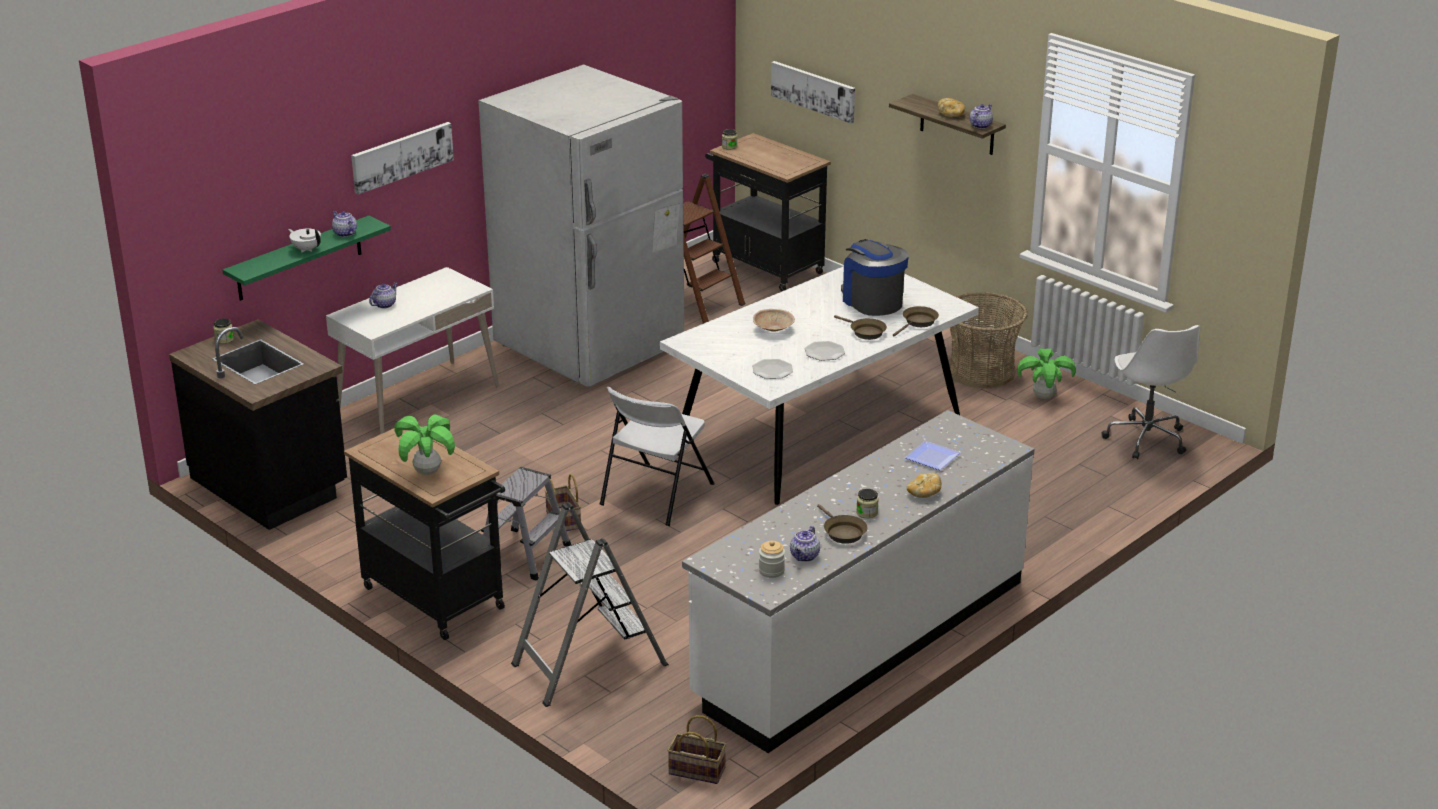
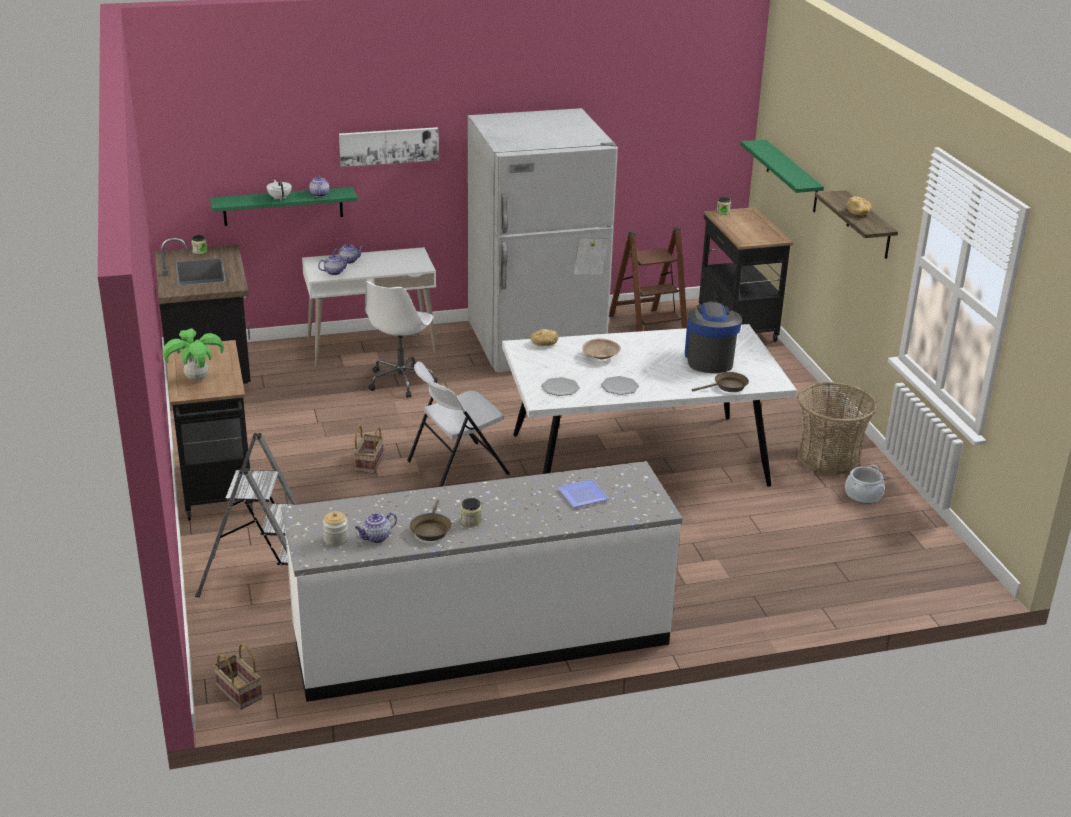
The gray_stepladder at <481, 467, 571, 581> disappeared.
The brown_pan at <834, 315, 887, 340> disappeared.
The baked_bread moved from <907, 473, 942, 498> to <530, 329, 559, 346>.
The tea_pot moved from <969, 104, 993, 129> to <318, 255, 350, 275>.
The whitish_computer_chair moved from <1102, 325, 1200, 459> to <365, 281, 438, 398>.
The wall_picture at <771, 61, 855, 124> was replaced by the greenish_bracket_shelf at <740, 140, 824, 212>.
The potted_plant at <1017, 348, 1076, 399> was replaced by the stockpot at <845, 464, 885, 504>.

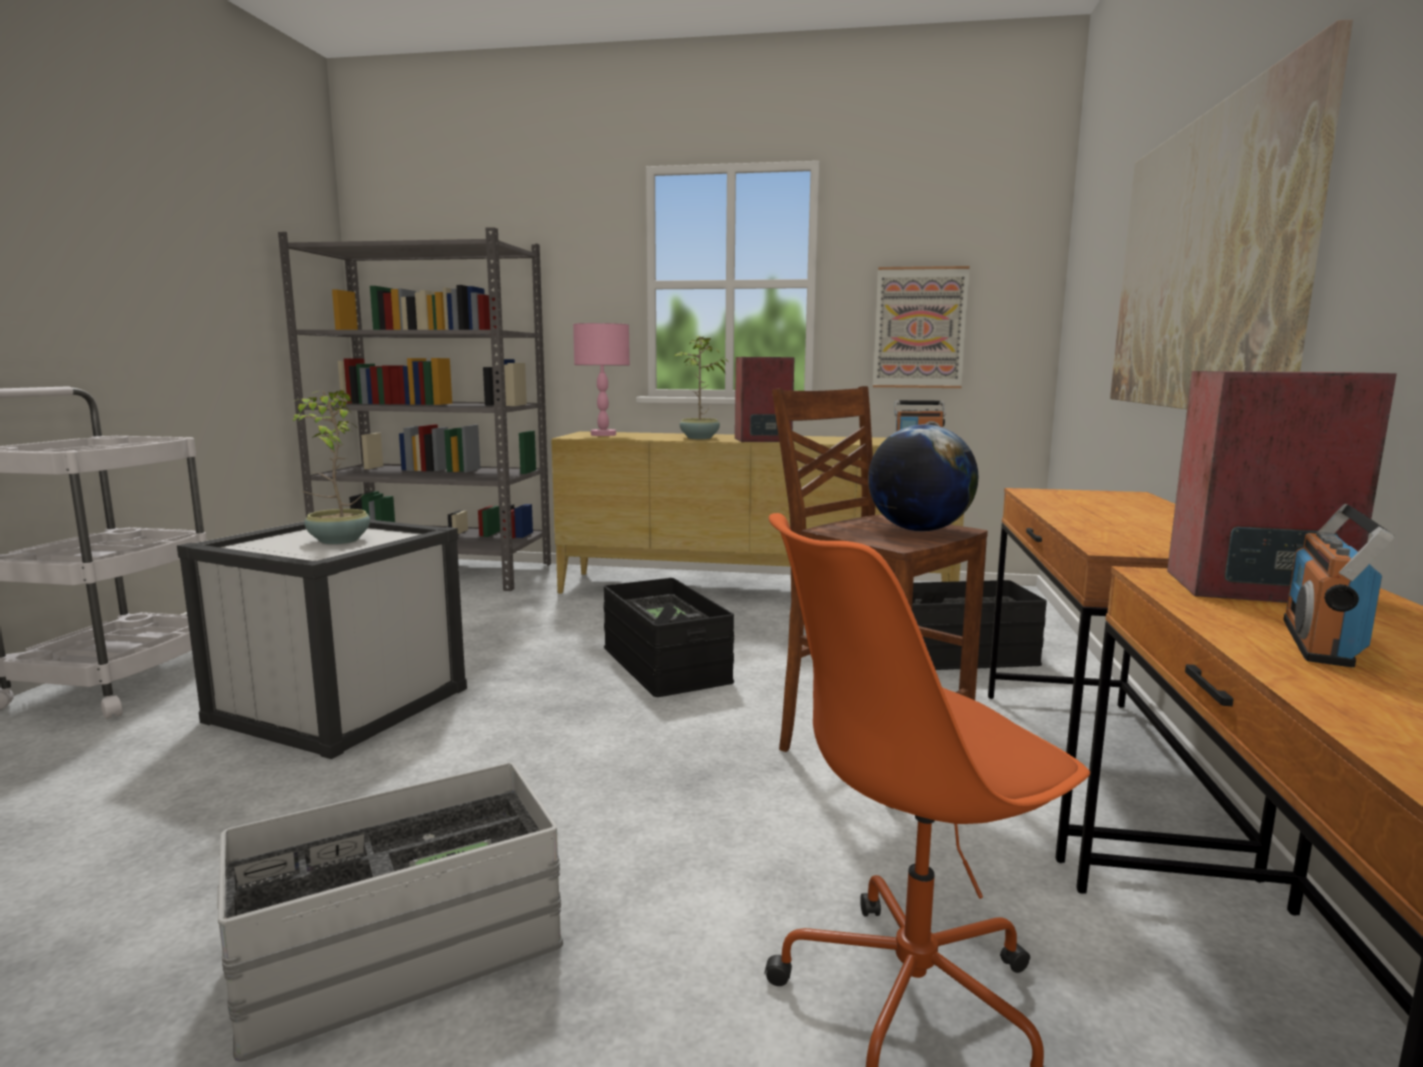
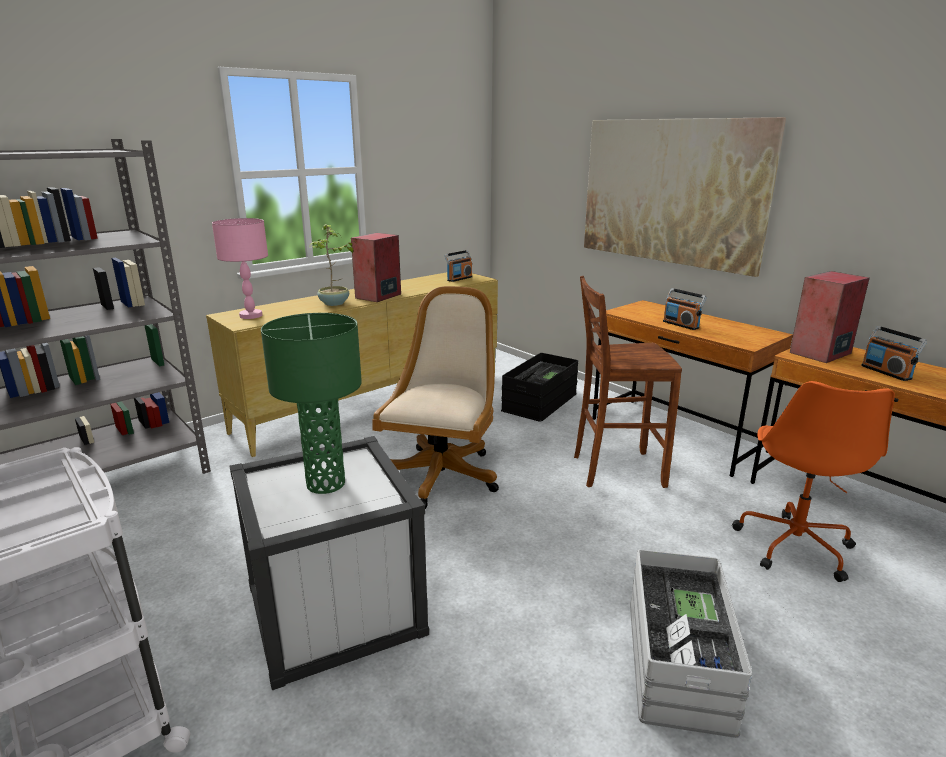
The globe at <868, 424, 978, 531> disappeared.
The wall_picture at <873, 266, 970, 388> disappeared.
The radio at <663, 288, 706, 330> appeared.
The potted_plant at <292, 390, 370, 544> was replaced by the greenish_tabletop_lamp at <261, 313, 362, 494>.
The blackish_storage_box at <604, 578, 734, 697> was replaced by the computer_chair at <372, 286, 499, 509>.

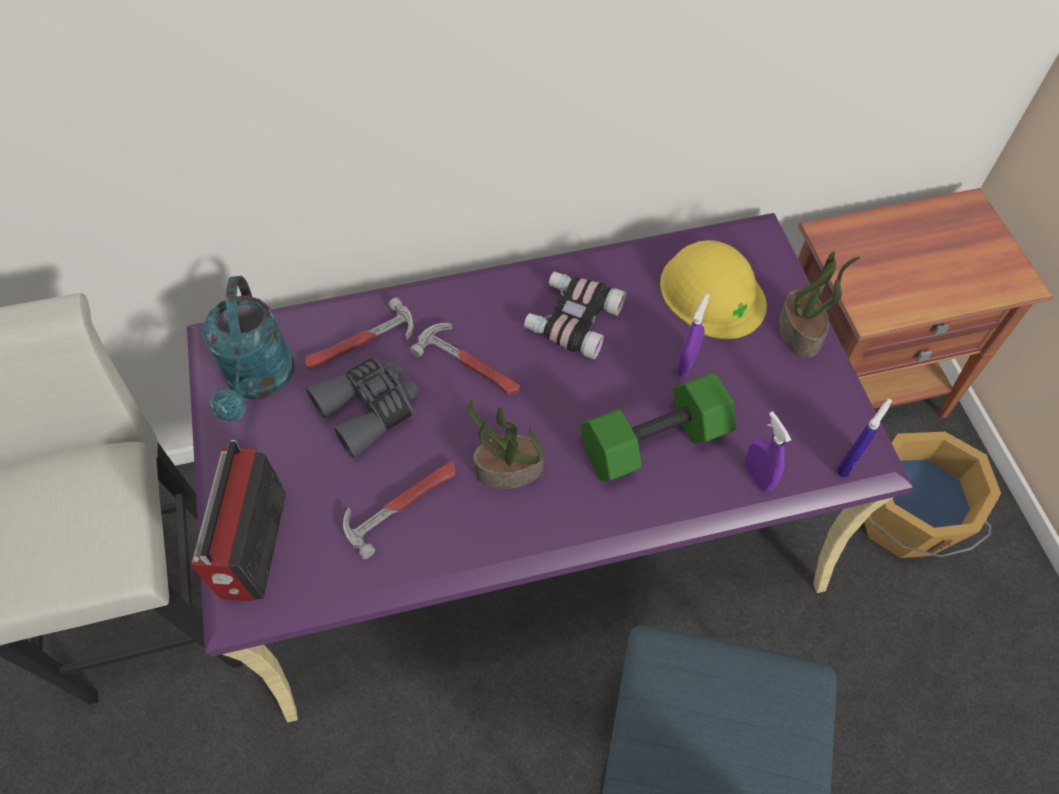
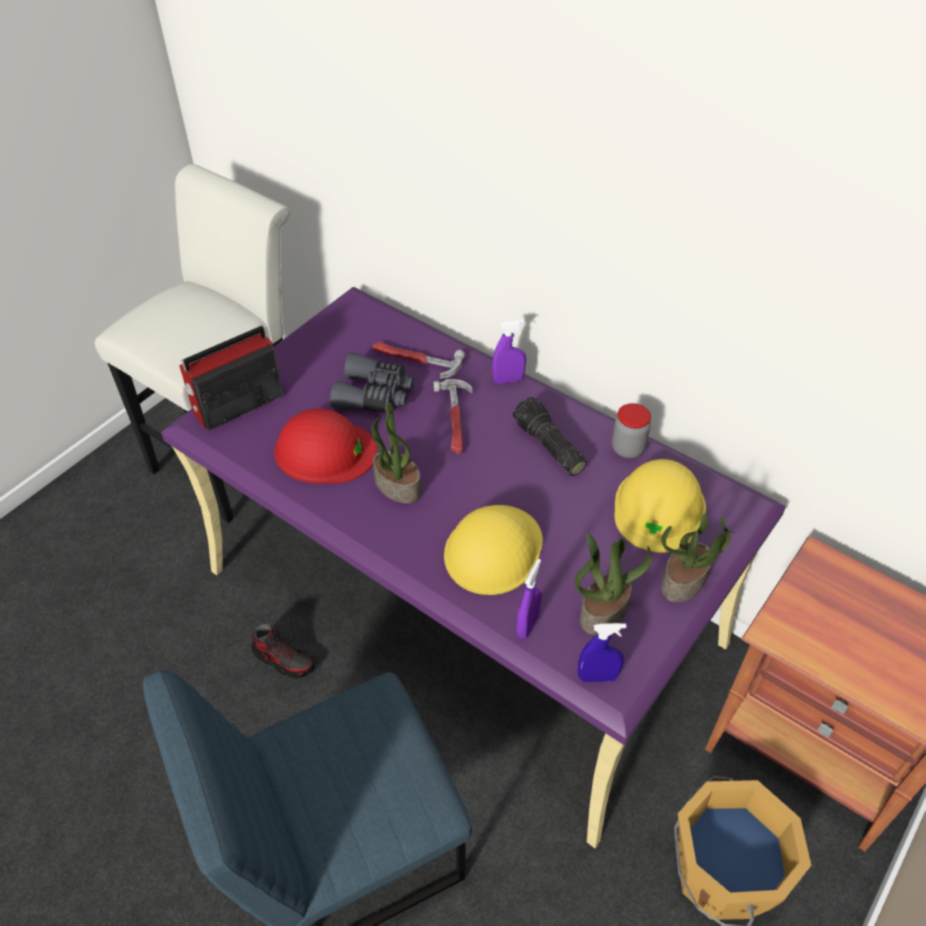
The blue-green_watering_pot at <202, 276, 294, 422> disappeared.
The shoe at <251, 624, 314, 678> appeared.
The potted_plant at <575, 533, 652, 635> appeared.
The jar at <612, 403, 651, 458> appeared.
The purple_sprayer moved from <677, 294, 710, 377> to <492, 320, 526, 384>.
The hand_hammer at <343, 461, 455, 559> was replaced by the reddish_hard_hat at <274, 408, 377, 484>.
The pair_of_binoculars at <524, 272, 626, 359> was replaced by the hand_torch at <513, 397, 587, 476>.
The greenish_hand_weight at <580, 372, 736, 481> was replaced by the yellowish_hard_hat at <444, 505, 543, 595>.

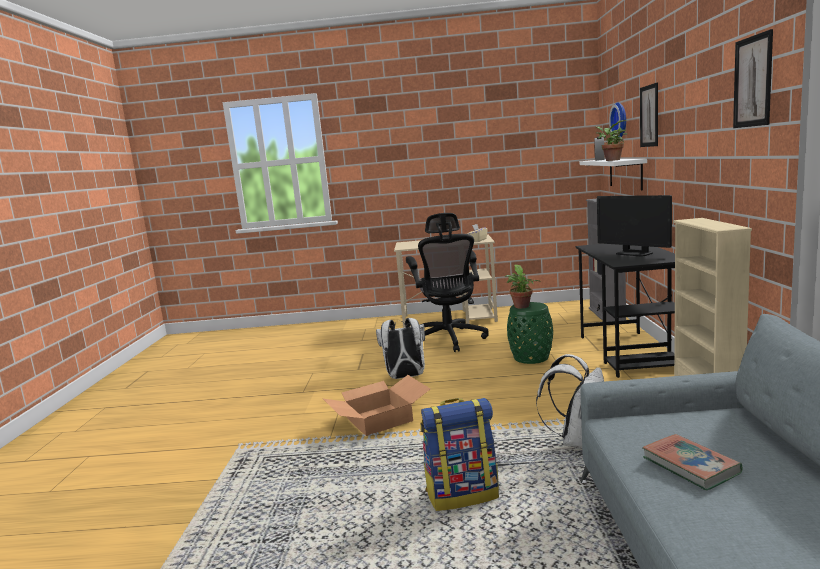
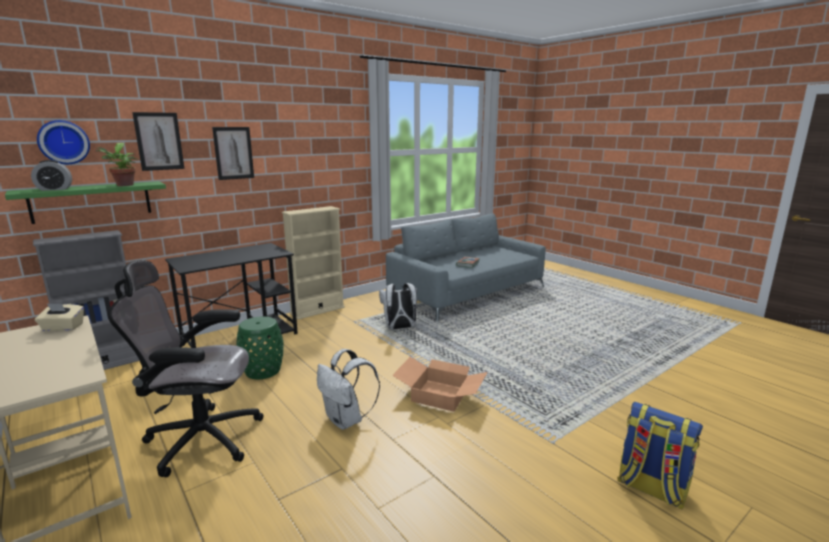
The potted_plant at <505, 264, 540, 308> disappeared.
The computer_display at <597, 195, 672, 256> disappeared.
The rucksack moved from <421, 398, 499, 511> to <617, 402, 703, 510>.
The wall_picture moved from <733, 29, 773, 128> to <212, 127, 254, 180>.
The whitish_bracket_shelf at <580, 159, 647, 190> became the greenish_bracket_shelf at <5, 181, 166, 224>.
The computer_chair at <406, 213, 489, 352> turned 135 degrees counterclockwise.

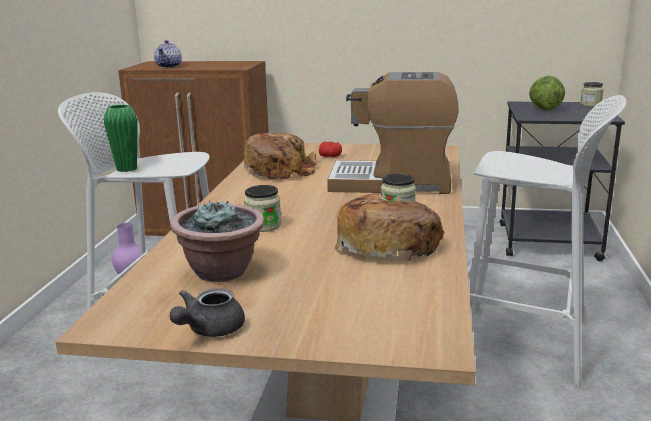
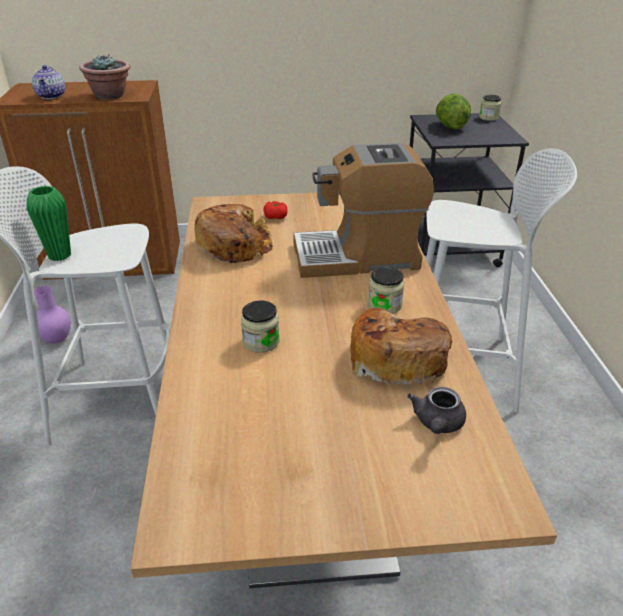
The potted_plant moved from <170, 200, 265, 282> to <79, 55, 131, 100>.
The gray_tea_pot moved from <170, 288, 245, 337> to <407, 387, 466, 434>.

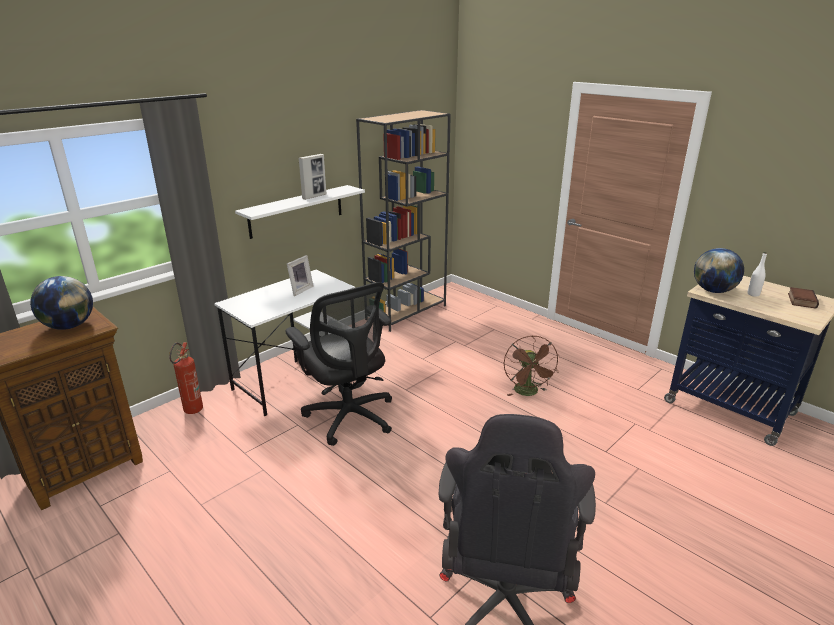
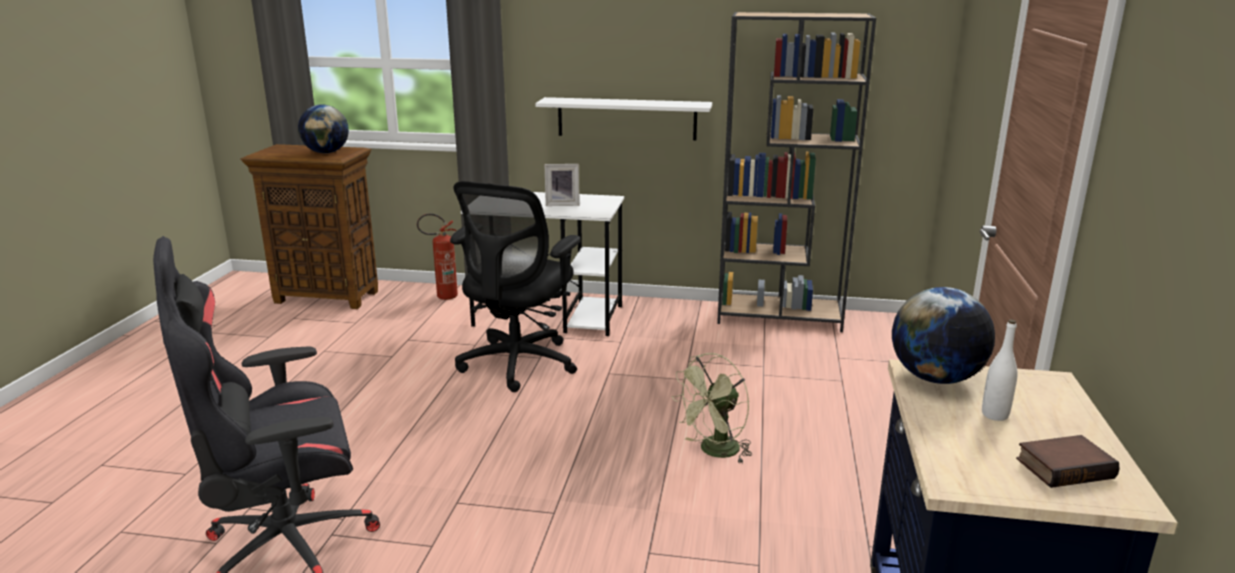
The photo_frame at <298, 154, 326, 200> disappeared.
The brown_cooling_fan at <504, 336, 560, 396> became the greenish_cooling_fan at <672, 353, 752, 464>.

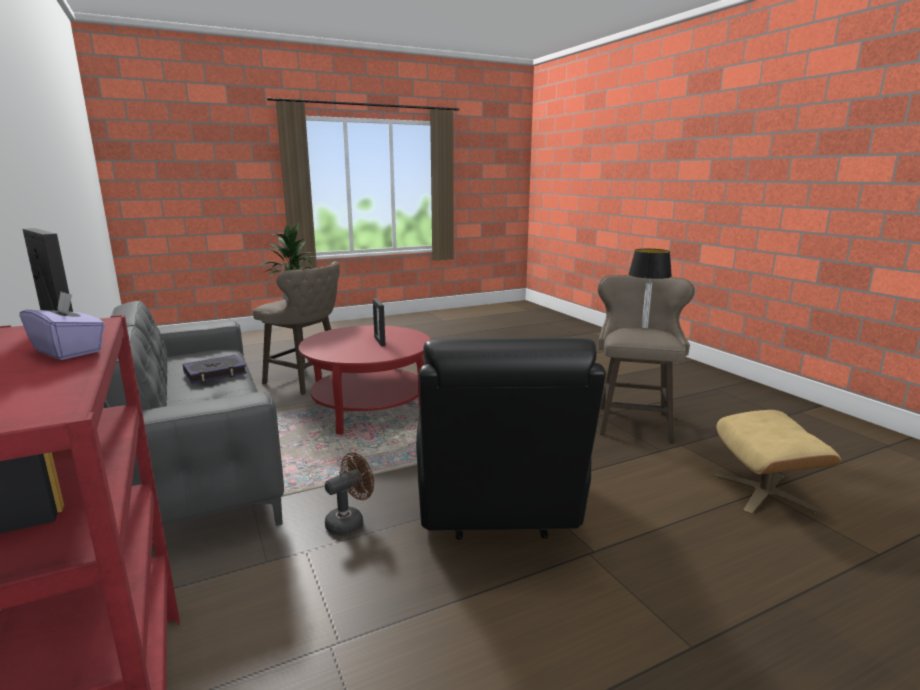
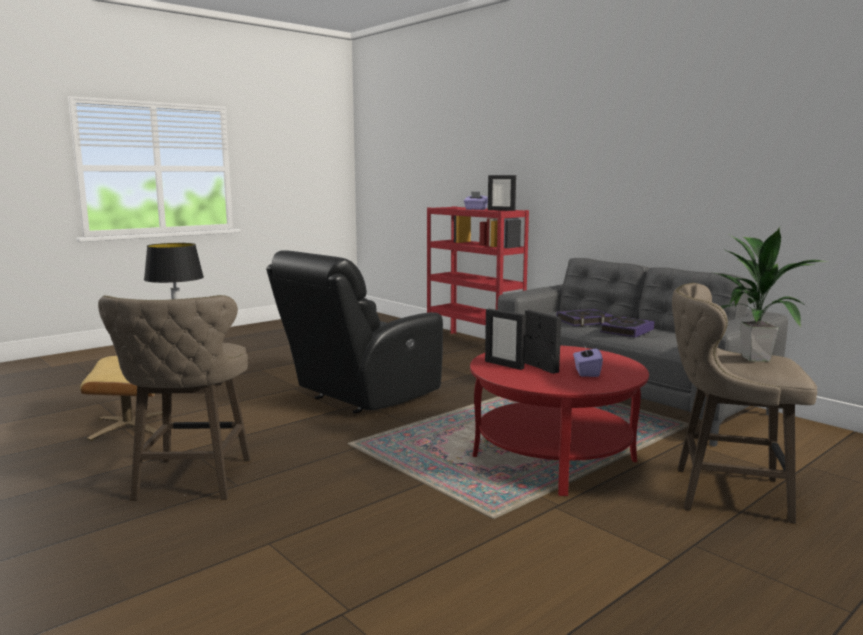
The brown_cooling_fan at <325, 452, 374, 535> disappeared.
The photo_frame at <485, 309, 526, 370> appeared.
The book at <557, 309, 614, 327> appeared.
The purple_box_of_tissues at <573, 345, 603, 377> appeared.
The blackish_easy_chair at <416, 338, 606, 539> turned 120 degrees counterclockwise.

